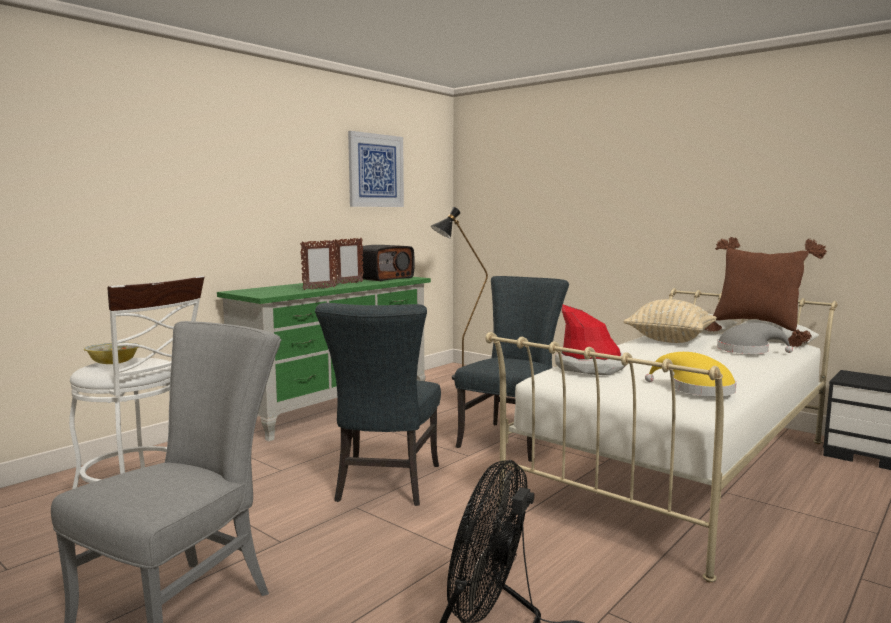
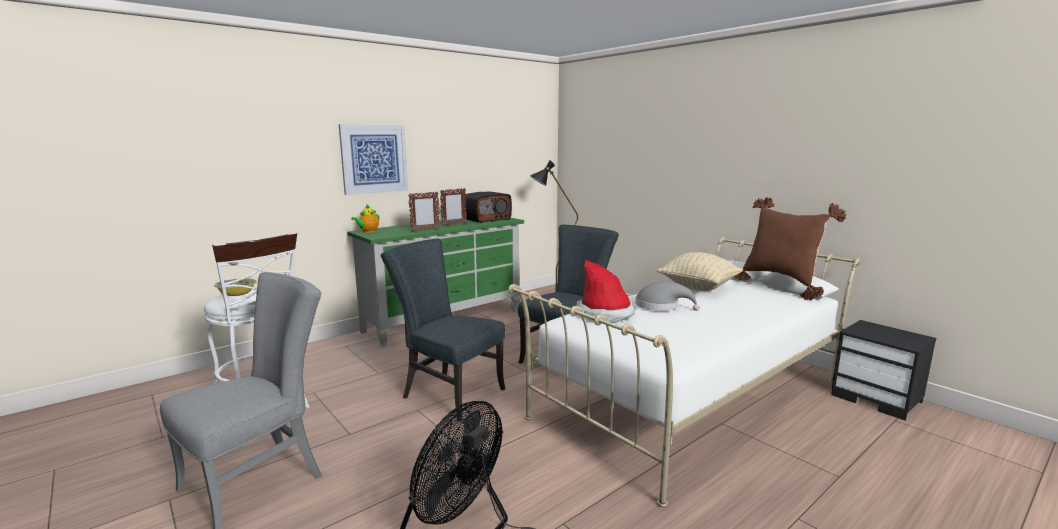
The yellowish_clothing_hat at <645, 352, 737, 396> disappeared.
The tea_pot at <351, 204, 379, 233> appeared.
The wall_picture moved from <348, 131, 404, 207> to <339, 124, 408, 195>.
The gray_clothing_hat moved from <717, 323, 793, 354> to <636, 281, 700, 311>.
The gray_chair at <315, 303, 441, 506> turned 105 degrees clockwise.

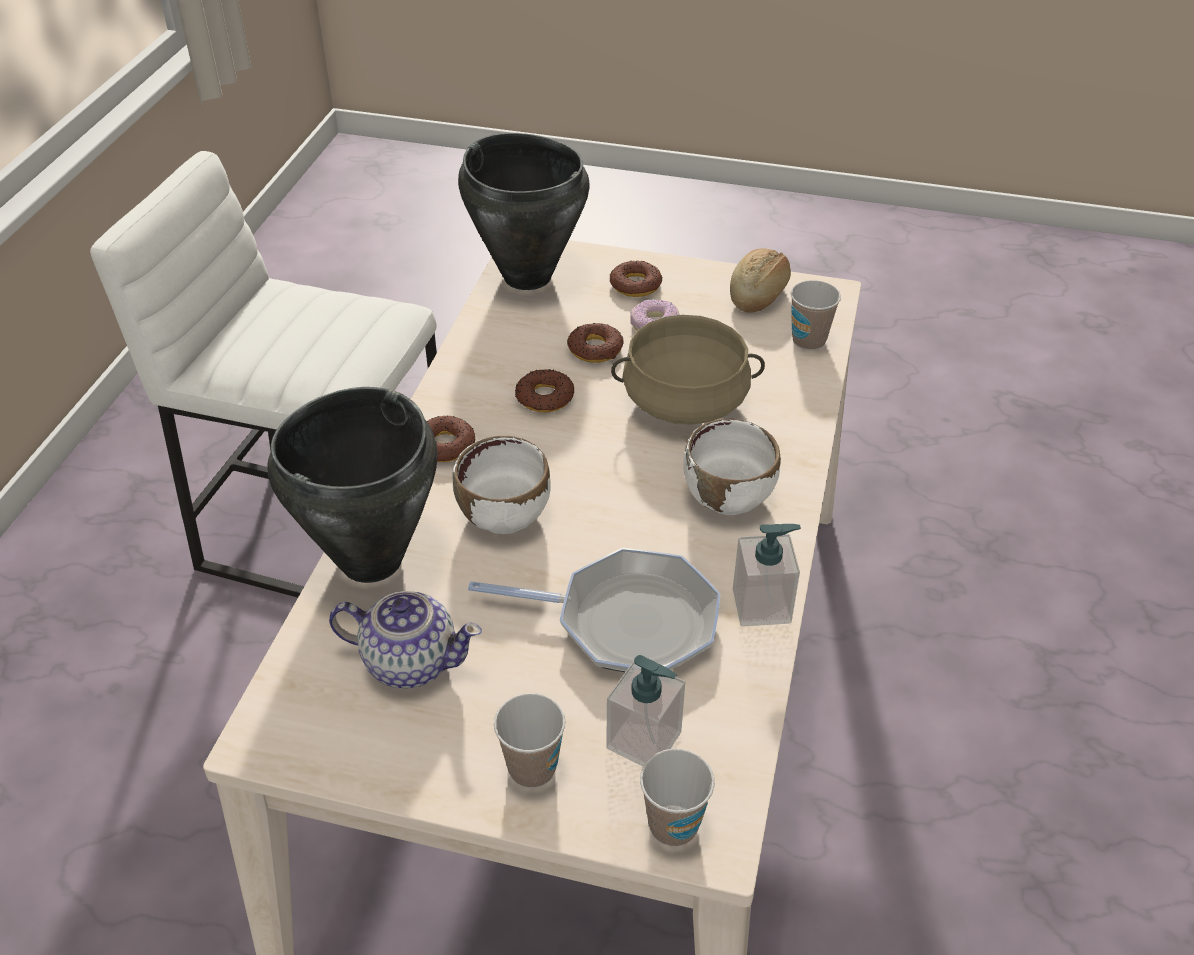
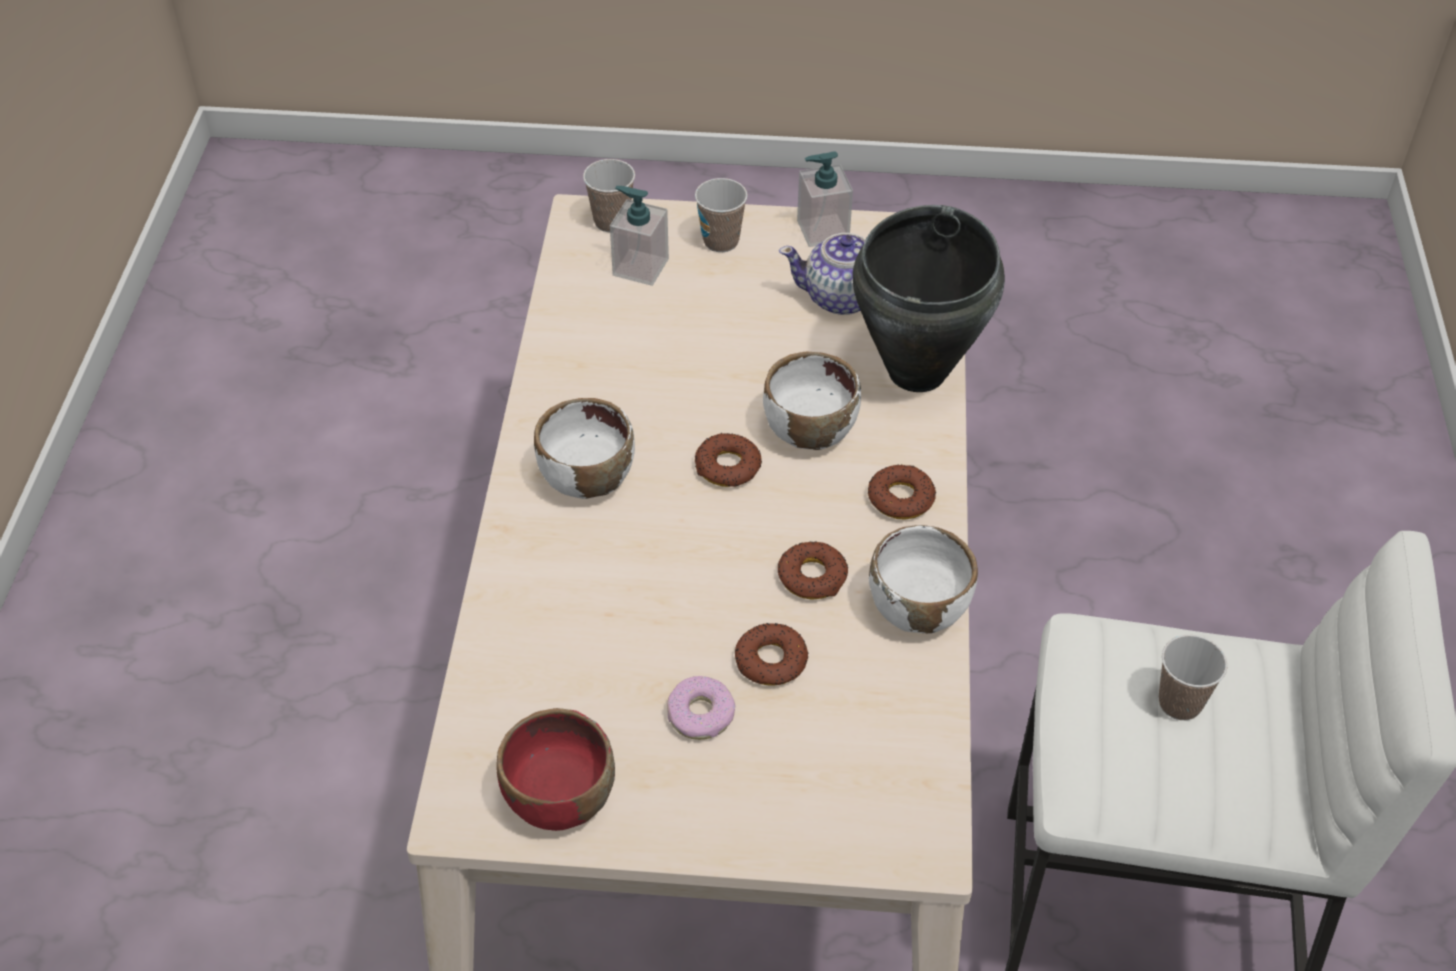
The blackish_stockpot at <458, 133, 590, 290> disappeared.
The pan at <468, 548, 721, 672> disappeared.
The beige_stockpot at <611, 315, 765, 425> disappeared.
The whitish_bowl at <869, 525, 978, 633> appeared.
The ring_doughnut moved from <610, 261, 663, 297> to <695, 433, 762, 487>.
The liquid_soap_bottle moved from <733, 524, 801, 627> to <797, 151, 853, 247>.
The cup moved from <791, 280, 841, 350> to <1159, 635, 1228, 720>.
The baked_bread at <730, 248, 791, 313> was replaced by the reddish_bowl at <496, 708, 615, 831>.

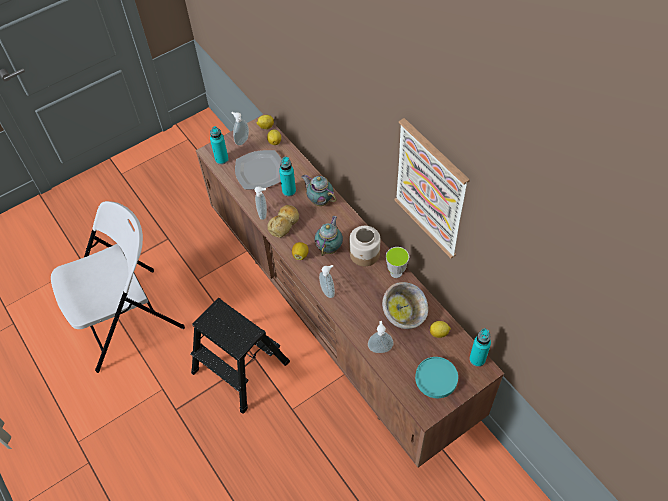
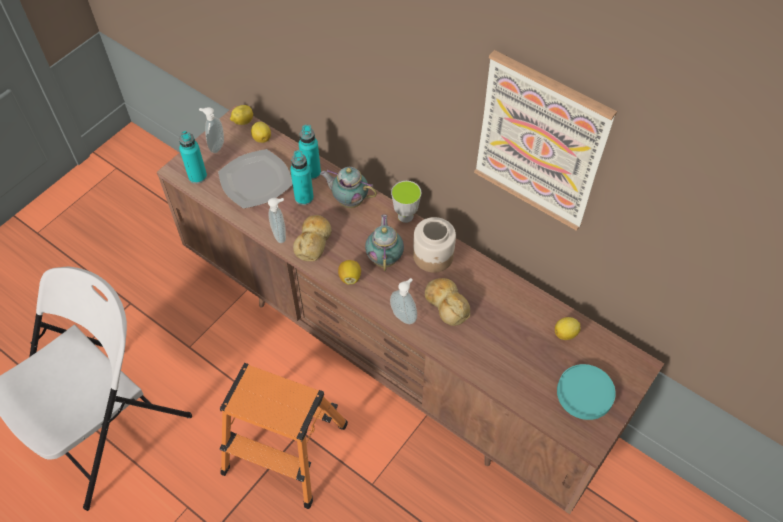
The liquid_soap_bottle at <368, 321, 394, 353> disappeared.
The bowl at <382, 282, 428, 329> disappeared.
The baked_bread at <425, 278, 470, 326> appeared.
The cup moved from <386, 247, 409, 278> to <391, 181, 422, 223>.
The blue-green_drink_bottle moved from <469, 329, 491, 367> to <299, 125, 321, 180>.
The blackish_stepladder at <190, 298, 290, 414> became the orangey_stepladder at <220, 363, 348, 509>.

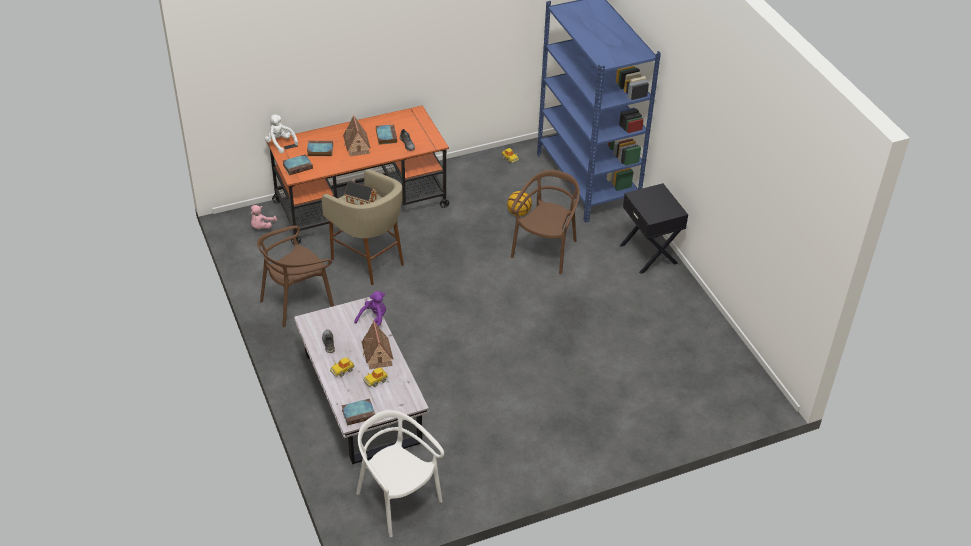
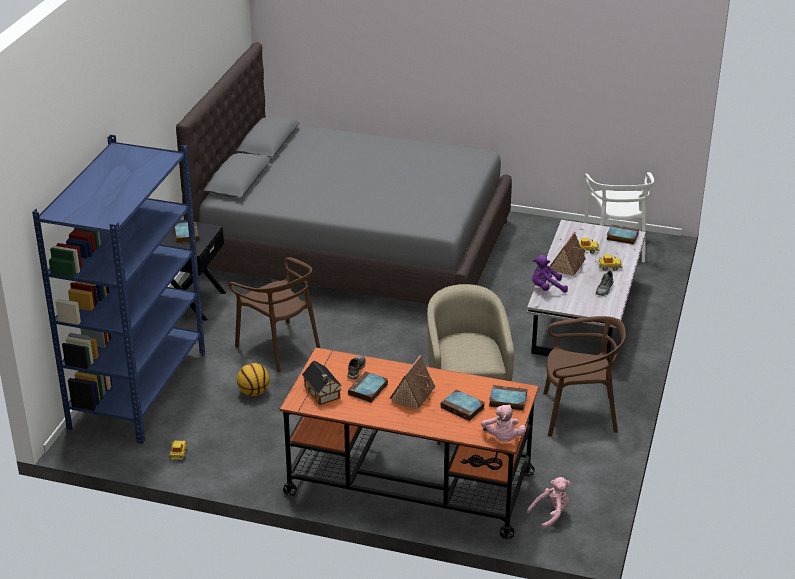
The book at <174, 221, 199, 244> appeared.
The gray_bed at <176, 42, 512, 304> appeared.
The model_house moved from <344, 178, 377, 205> to <302, 361, 342, 405>.
The whitish_soft_toy at <265, 114, 298, 153> became the pink_soft_toy at <481, 405, 526, 442>.
The brown_chair at <511, 170, 580, 274> turned 105 degrees counterclockwise.

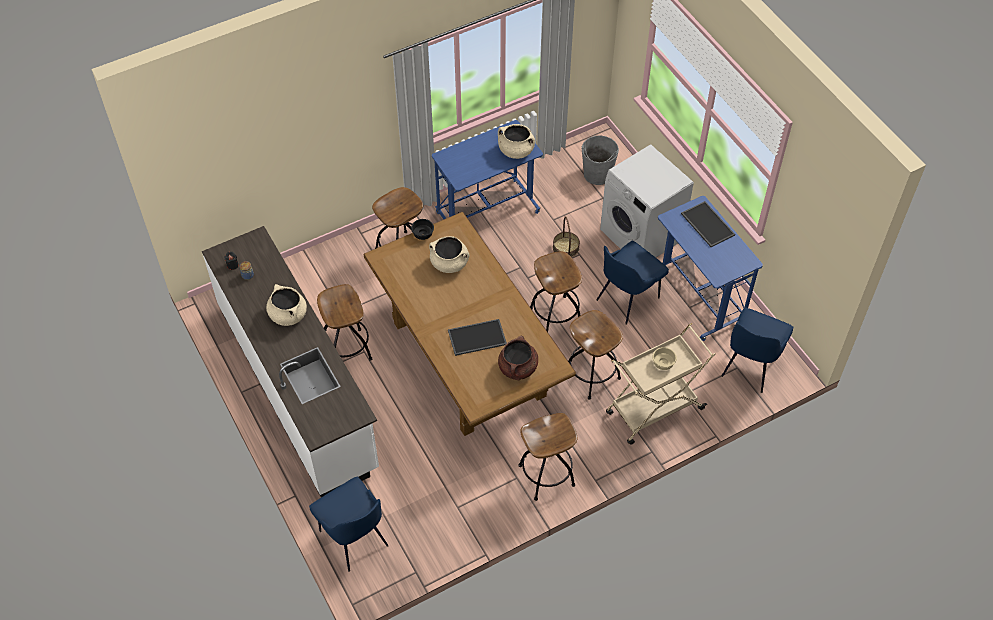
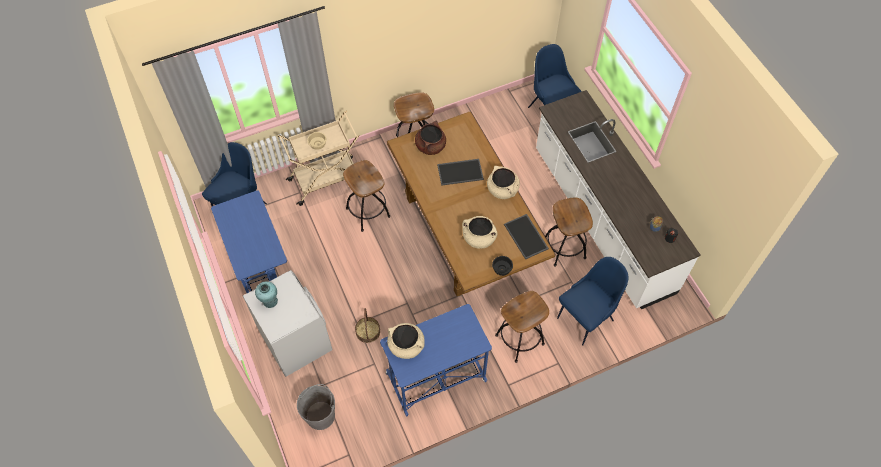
The brown_stool_seat at <530, 251, 582, 332> disappeared.
The blue-green_flower_vase at <255, 281, 278, 308> appeared.
The beige_stockpot moved from <266, 284, 307, 326> to <487, 166, 520, 199>.
The blue_chair moved from <596, 241, 669, 325> to <557, 257, 628, 346>.
The tray moved from <681, 201, 735, 247> to <504, 214, 549, 260>.

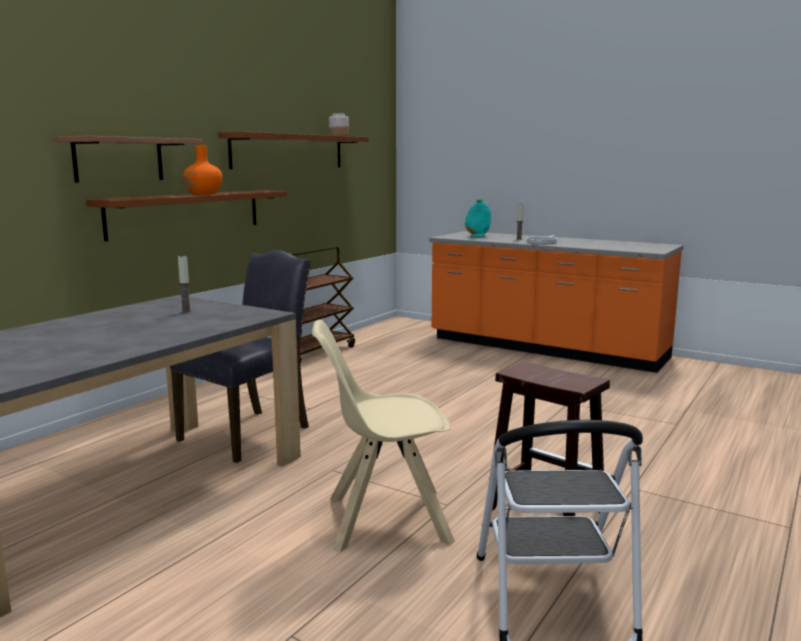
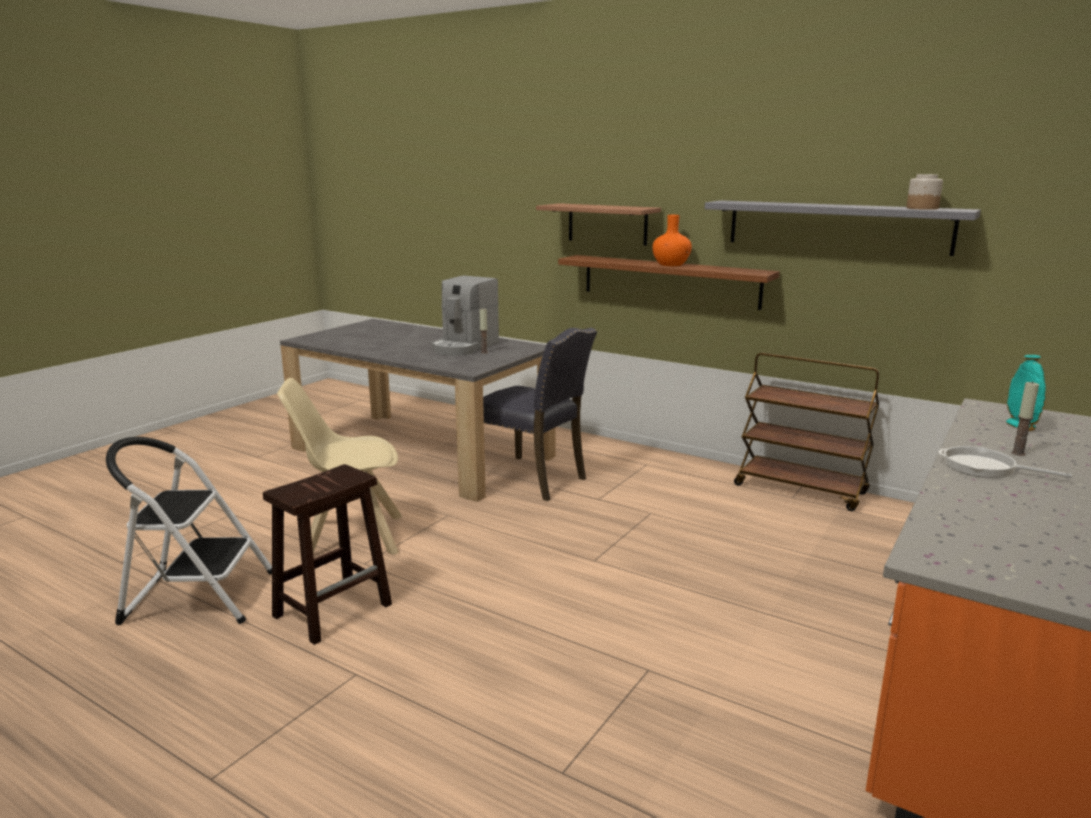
The coffee_maker at <432, 275, 499, 356> appeared.
The brown_bracket_shelf at <217, 132, 369, 169> became the gray_bracket_shelf at <705, 200, 981, 256>.
The beige_chair at <312, 320, 455, 552> turned 90 degrees counterclockwise.

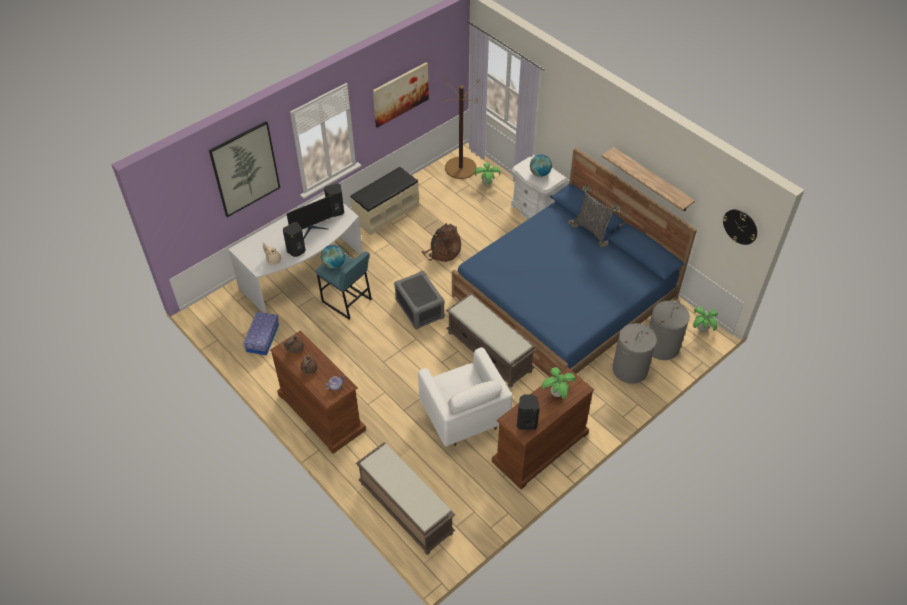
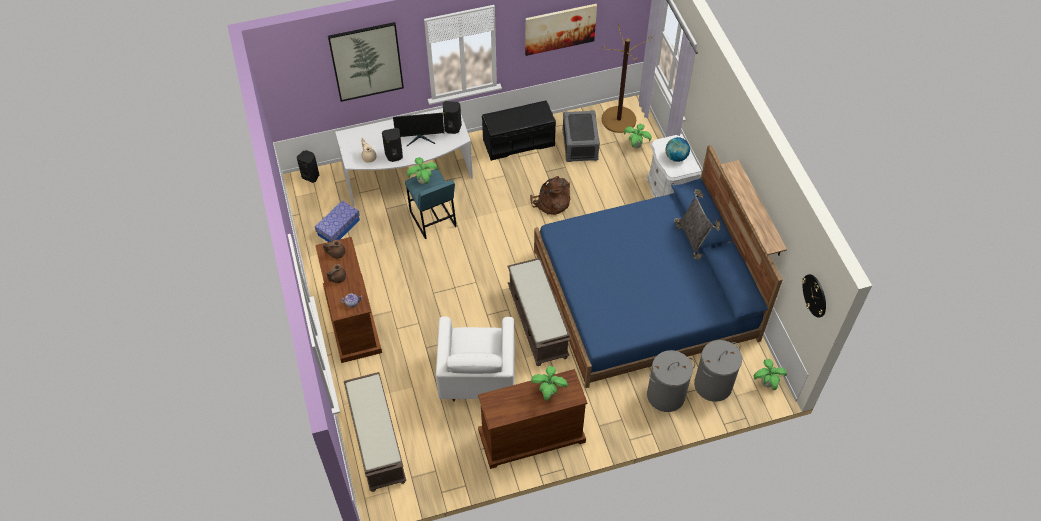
The gray_storage_box moved from <394, 271, 445, 330> to <562, 110, 600, 162>.
The blackish_audio_speaker moved from <517, 394, 540, 430> to <297, 150, 319, 183>.
The globe at <321, 245, 345, 269> was replaced by the potted_plant at <407, 157, 438, 184>.
The beige_long_seat at <350, 167, 419, 236> became the blackish_long_seat at <482, 100, 556, 161>.

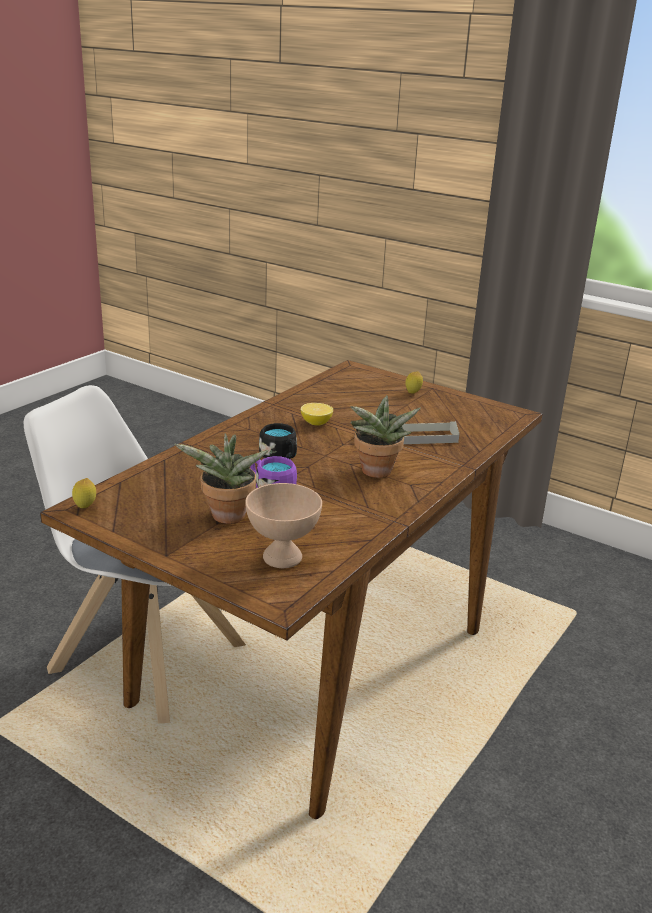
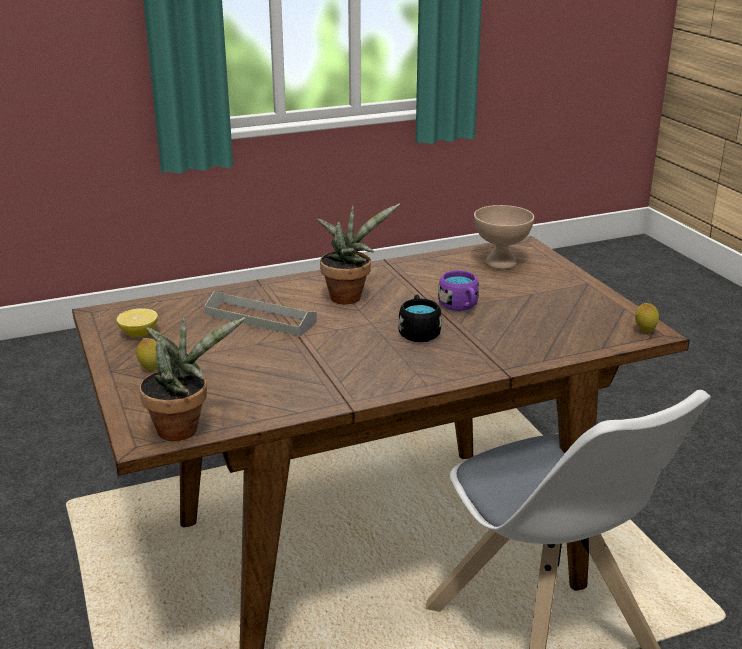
The potted_plant moved from <174, 433, 269, 524> to <139, 315, 245, 441>.
The whole_lemon moved from <301, 403, 333, 426> to <117, 308, 158, 337>.

